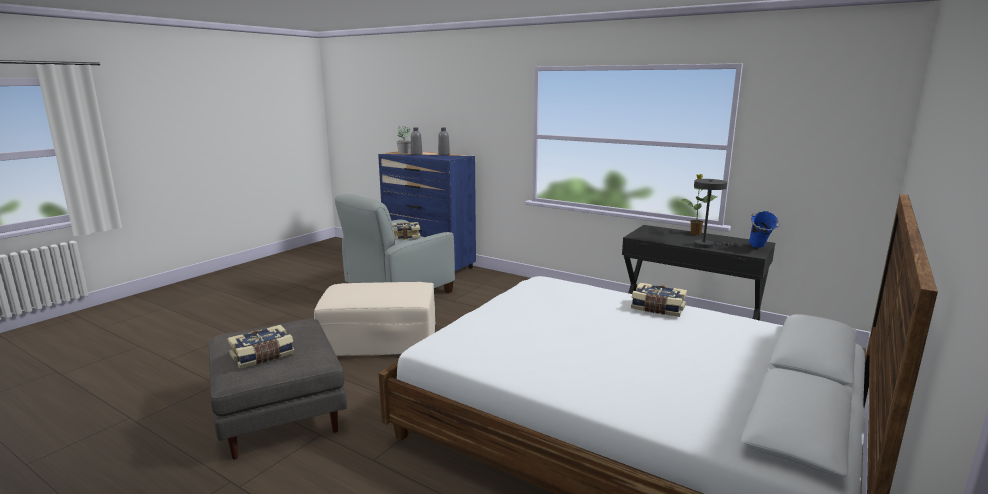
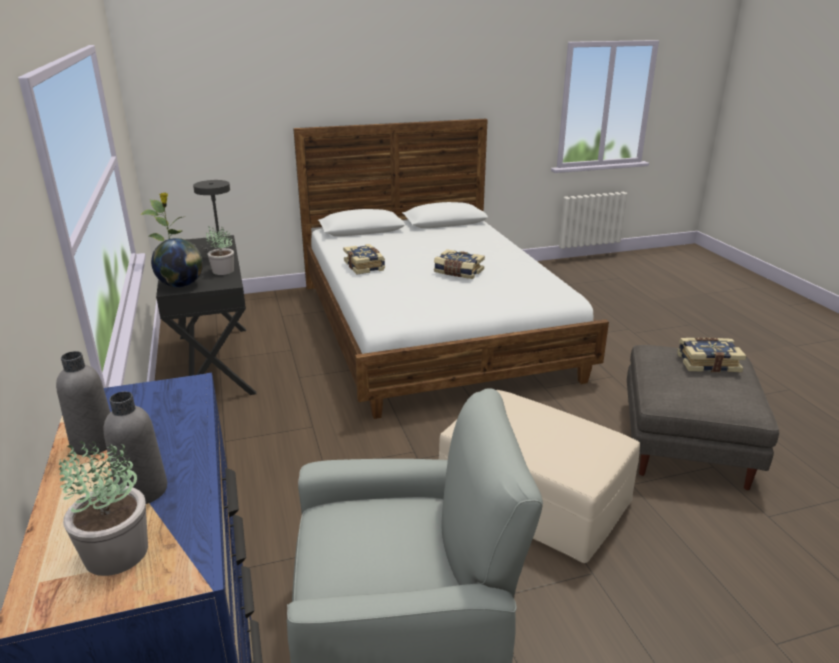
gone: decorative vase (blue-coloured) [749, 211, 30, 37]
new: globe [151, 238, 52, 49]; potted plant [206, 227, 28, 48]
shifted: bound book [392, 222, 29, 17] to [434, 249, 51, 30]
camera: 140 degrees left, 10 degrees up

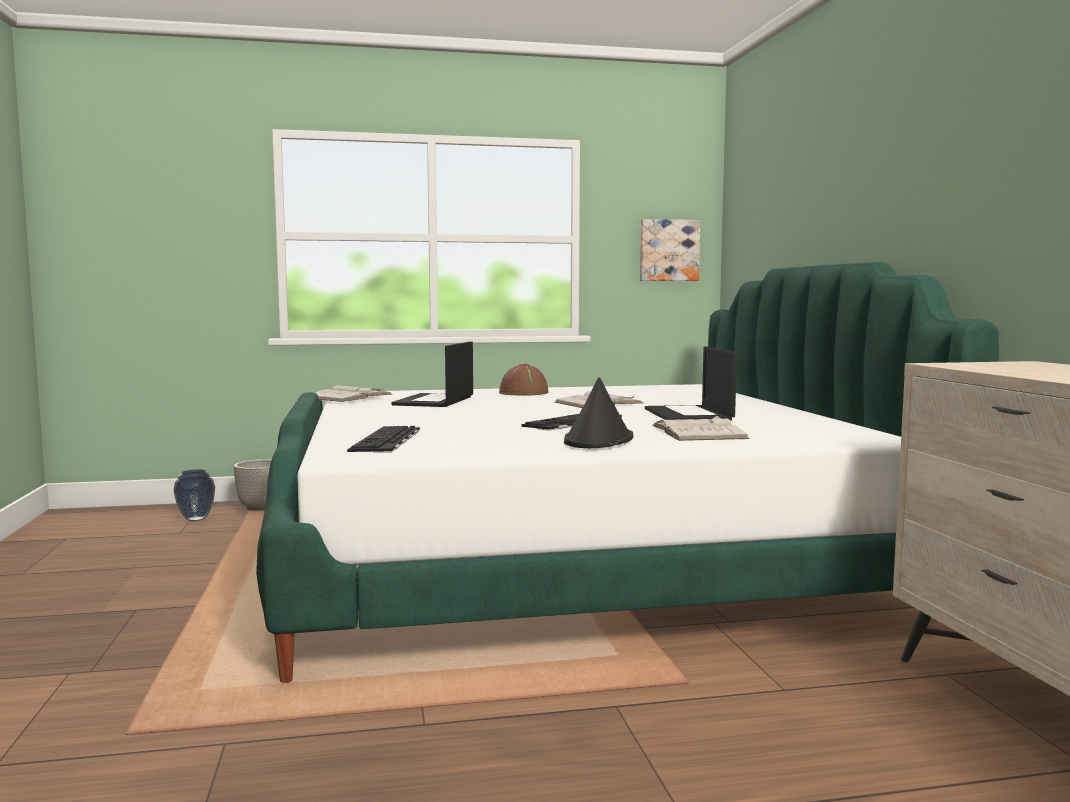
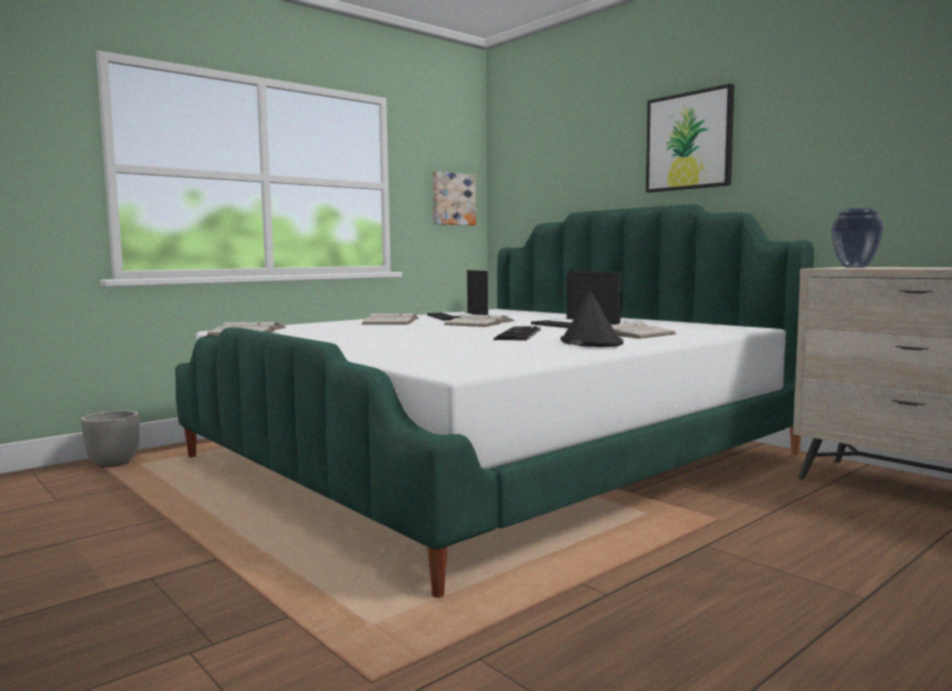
gone: computer keyboard [347, 426, 73, 27]
new: wall art [646, 84, 88, 109]
shifted: decorative vase [173, 469, 42, 52] to [831, 208, 53, 60]; laptop [391, 341, 82, 66] to [427, 270, 61, 50]
swapped: clothing hat (brownish) [499, 364, 50, 32] to bound book (white) [362, 312, 57, 12]
camera: 30 degrees left, 0 degrees up

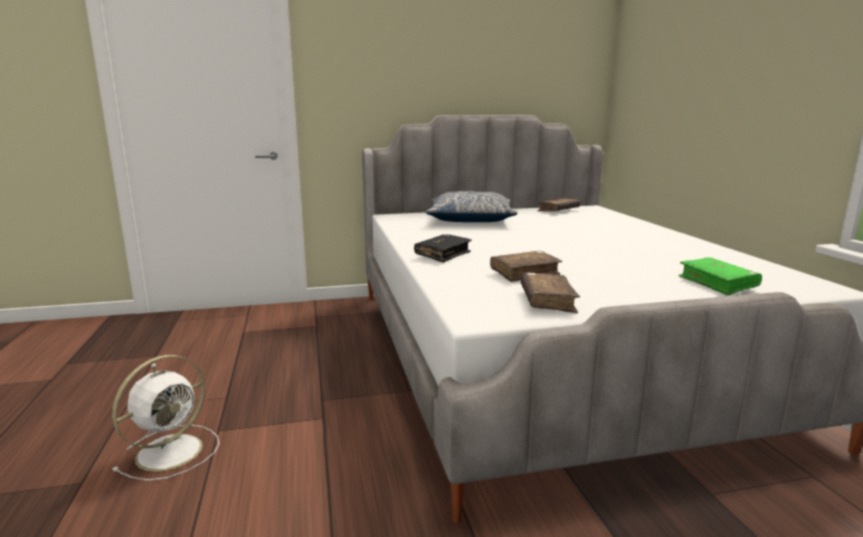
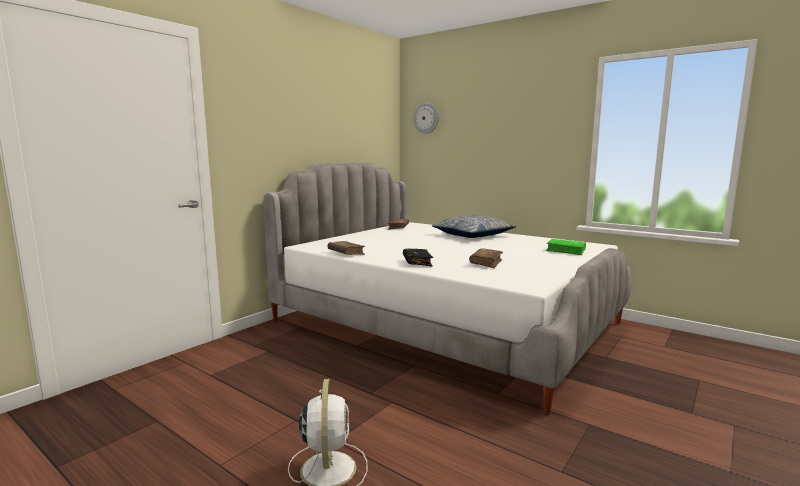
new: hanging clock [413, 103, 26, 31]
shifted: throw pillow [426, 191, 91, 31] to [432, 215, 84, 23]; bound book (brownish) [520, 273, 60, 40] to [328, 241, 37, 14]
camera: 40 degrees left, 5 degrees down

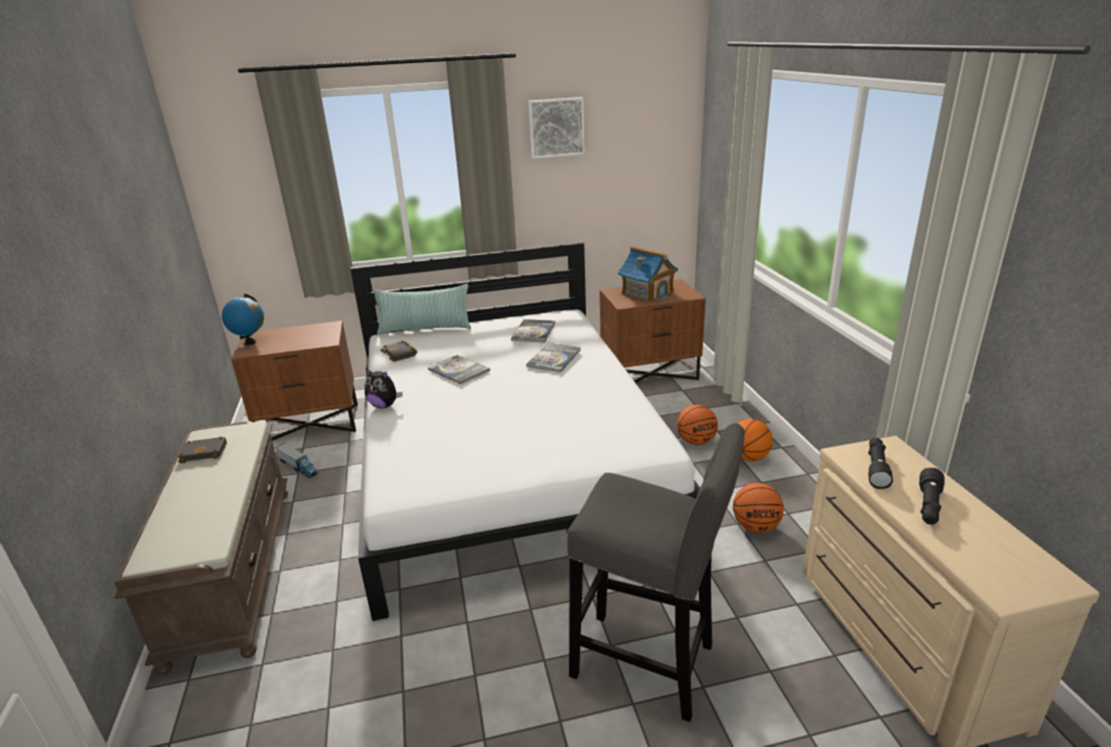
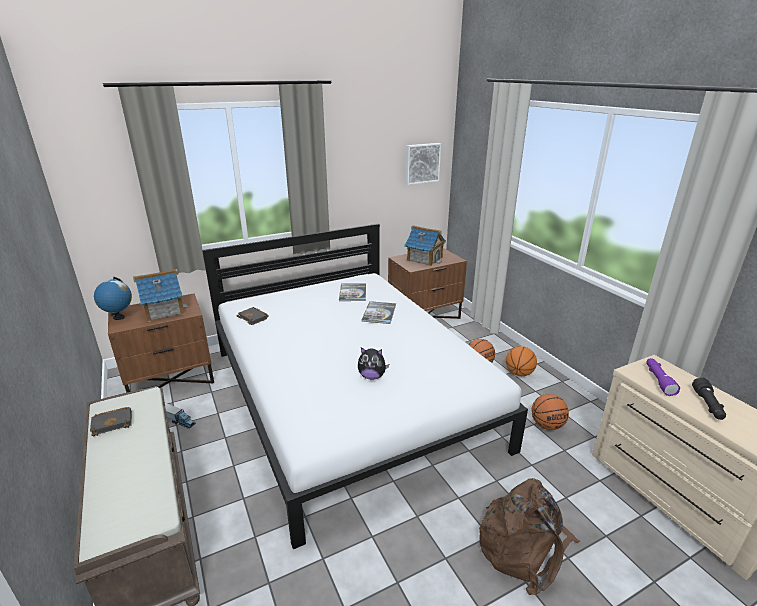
gone: throw pillow [373, 284, 98, 51]; bound book [428, 355, 62, 29]
new: toy house [133, 269, 55, 53]
shifted: soft toy [365, 369, 38, 39] to [358, 347, 31, 33]; wall art [528, 97, 57, 62] to [405, 143, 36, 42]
swapped: stool seat (greyish) [567, 423, 177, 299] to rucksack (brownish) [479, 478, 101, 117]
repainted: flashlight (black) [868, 438, 25, 51] to flashlight (purple) [646, 358, 34, 38]
camera: 15 degrees left, 0 degrees up

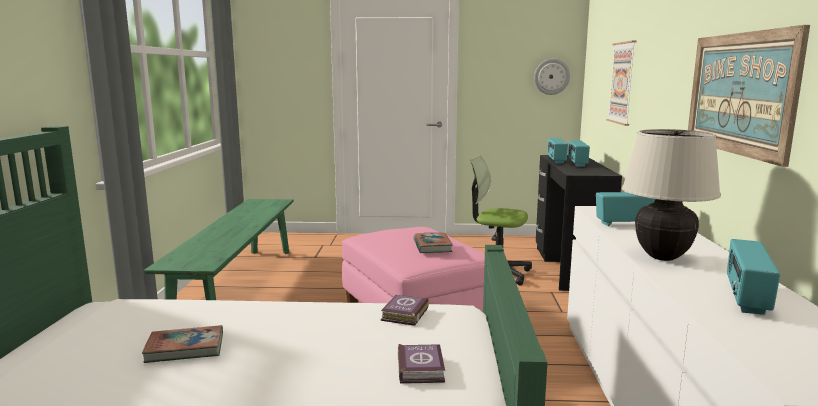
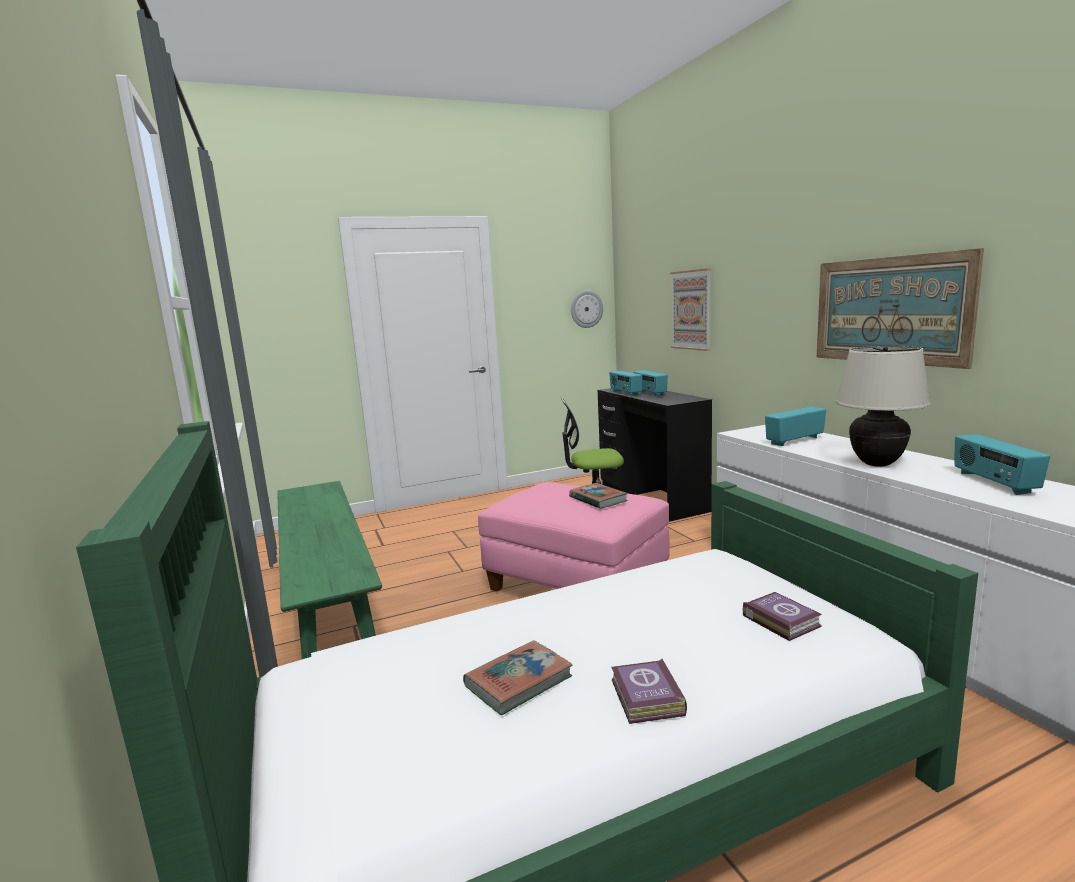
shifted: bound book [381, 295, 48, 31] to [611, 659, 76, 65]
camera: 25 degrees left, 0 degrees up

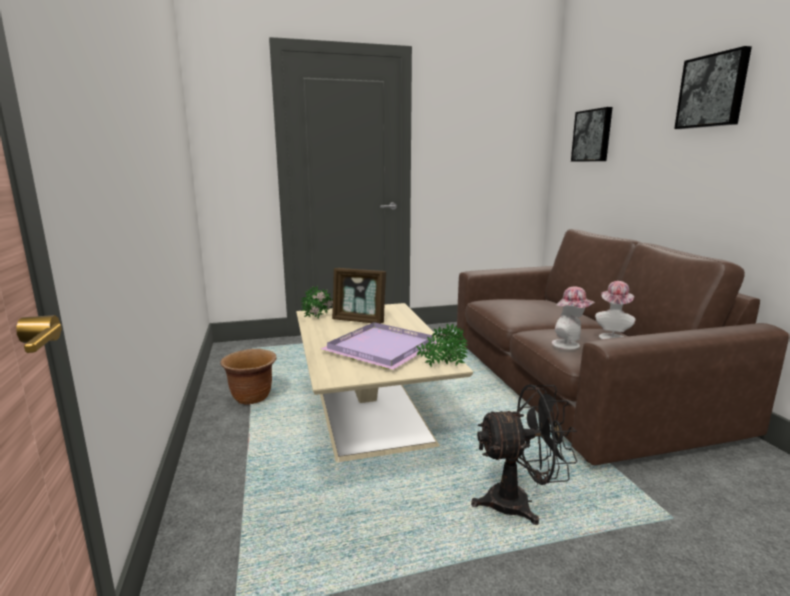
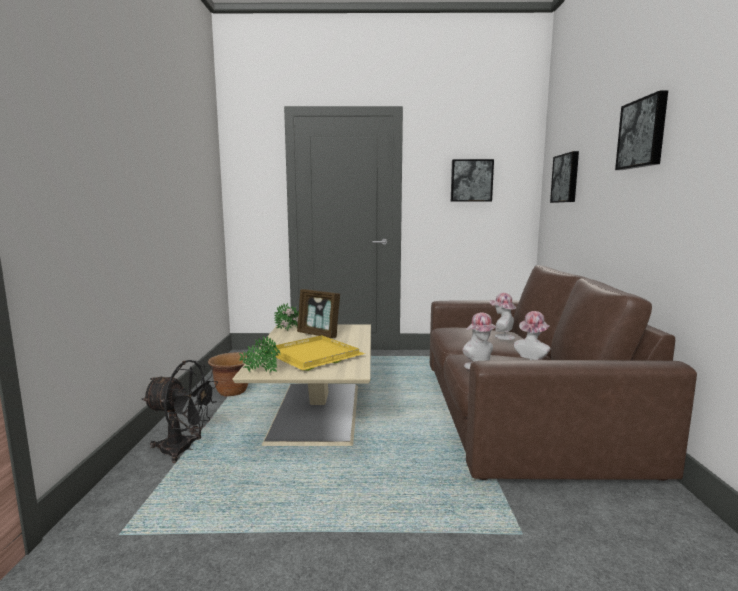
new: wall art [451, 159, 43, 43]; clothing hat [489, 293, 27, 47]
shifted: potted plant [416, 324, 52, 43] to [239, 336, 41, 37]; cooling fan (black) [471, 384, 107, 141] to [142, 360, 76, 103]
repainted: serving tray (purple) [320, 322, 117, 48] to serving tray (yellowish) [272, 335, 93, 36]
camera: 15 degrees right, 5 degrees down

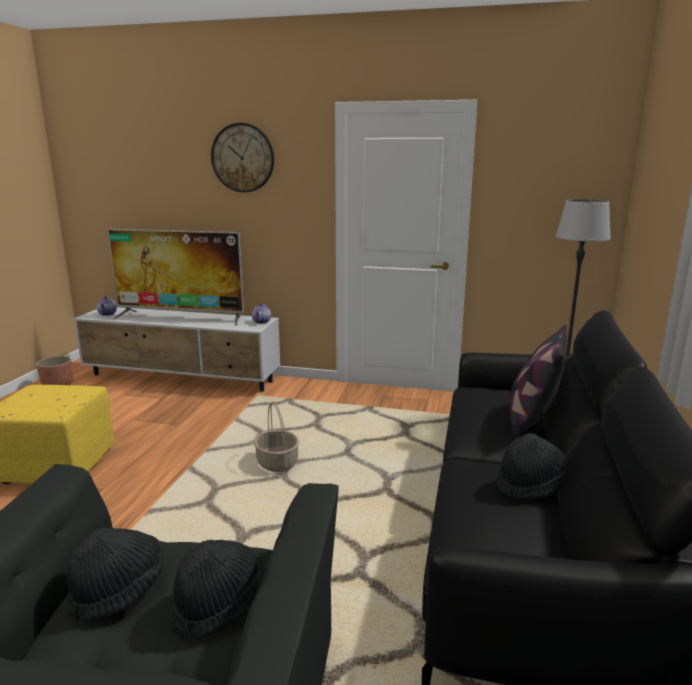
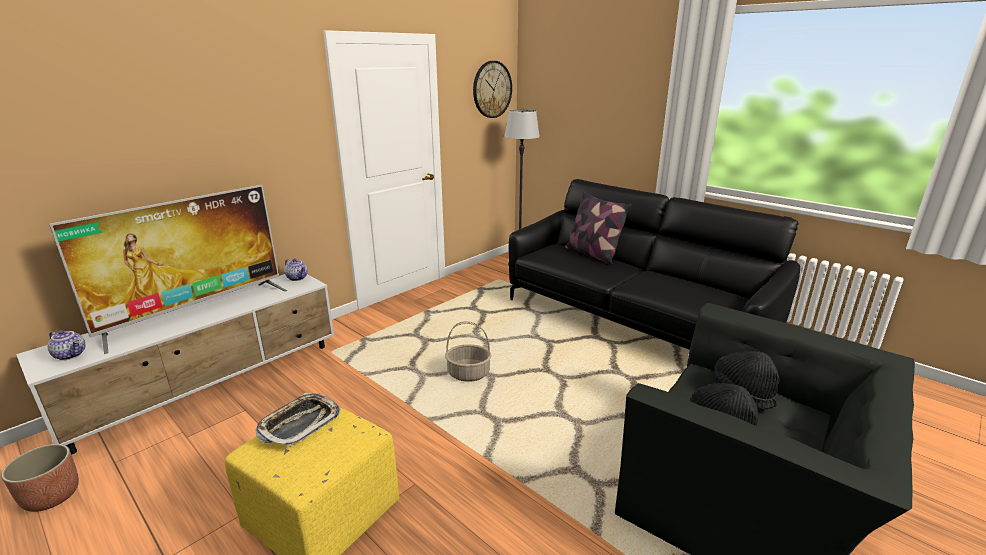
gone: clothing hat (black) [497, 433, 71, 67]
new: serving tray [255, 393, 86, 54]
shifted: hanging clock [211, 123, 63, 70] to [473, 61, 39, 57]
camera: 60 degrees left, 5 degrees up

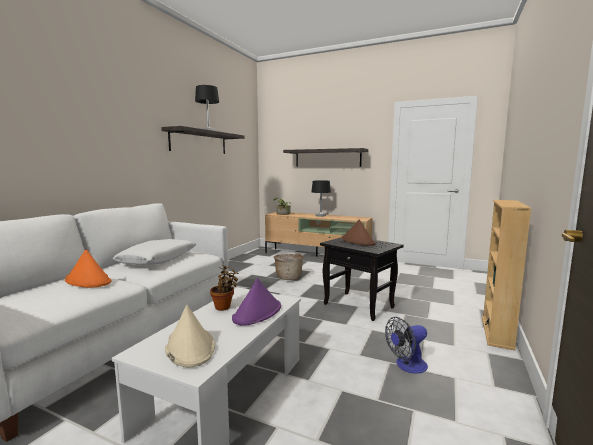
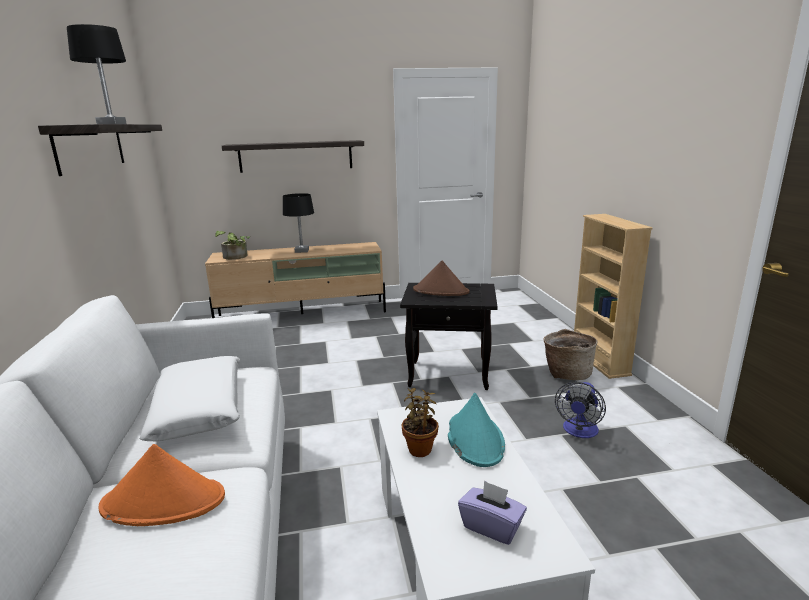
shifted: storage basket [274, 254, 30, 26] to [544, 329, 54, 51]
swapped: clothing hat (beige-coloured) [165, 305, 50, 63] to tissue box (purple) [458, 480, 69, 65]
repainted: clothing hat (purple) [232, 278, 49, 47] to clothing hat (blue-green) [448, 393, 57, 74]
camera: 35 degrees left, 10 degrees up

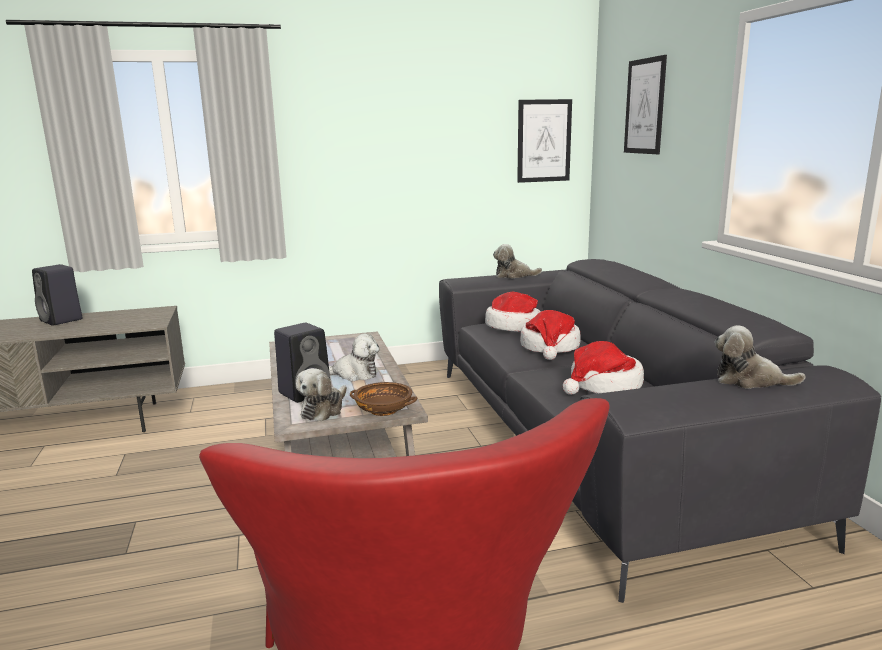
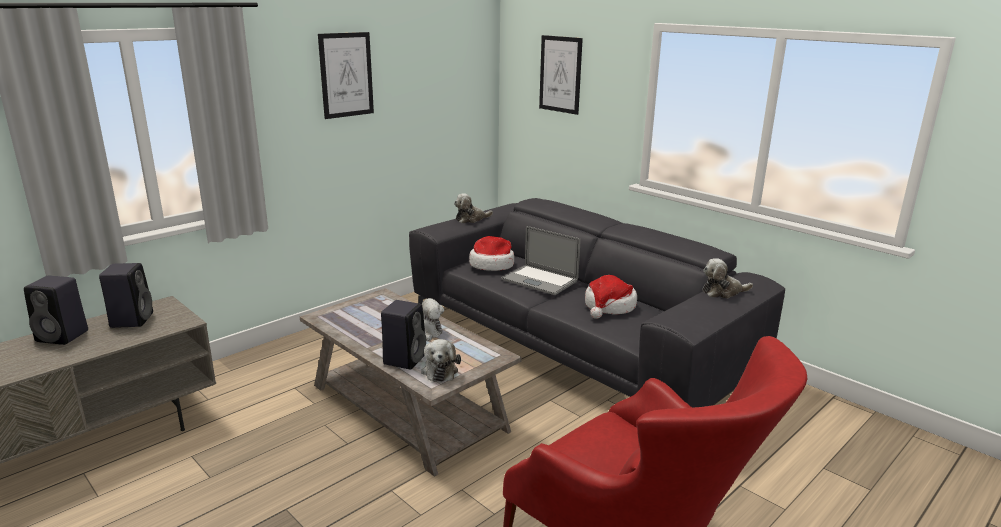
gone: deep dish (brownish) [350, 382, 67, 34]
new: speaker (black) [99, 263, 54, 65]
shifted: wall art [517, 99, 55, 84] to [318, 32, 56, 87]
swapped: clothing hat [520, 310, 61, 50] to laptop [501, 226, 80, 69]
camera: 30 degrees left, 5 degrees up

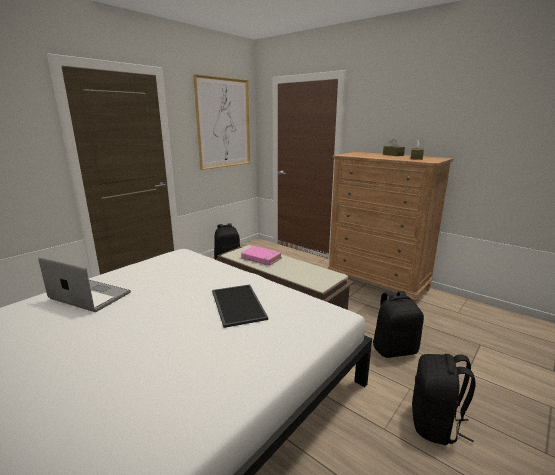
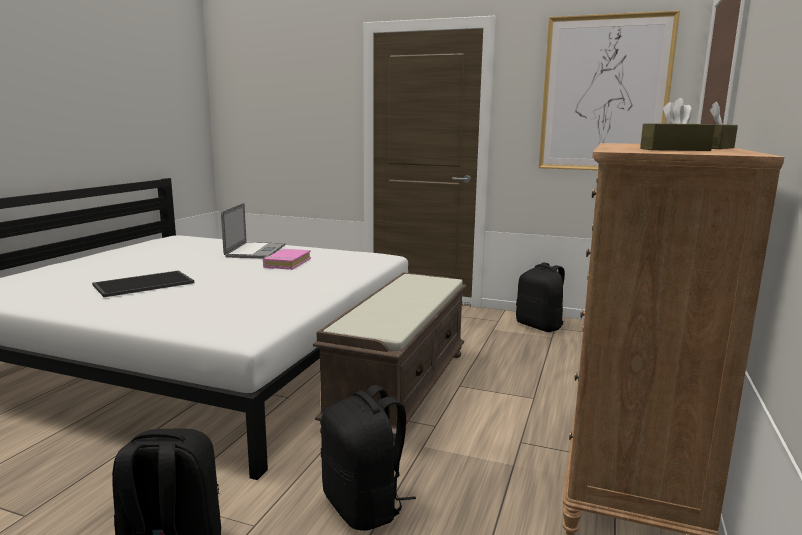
shifted: serving tray [212, 284, 56, 44] to [92, 270, 102, 27]; bound book (pink-coloured) [241, 246, 41, 20] to [263, 249, 48, 21]
camera: 70 degrees right, 5 degrees down

